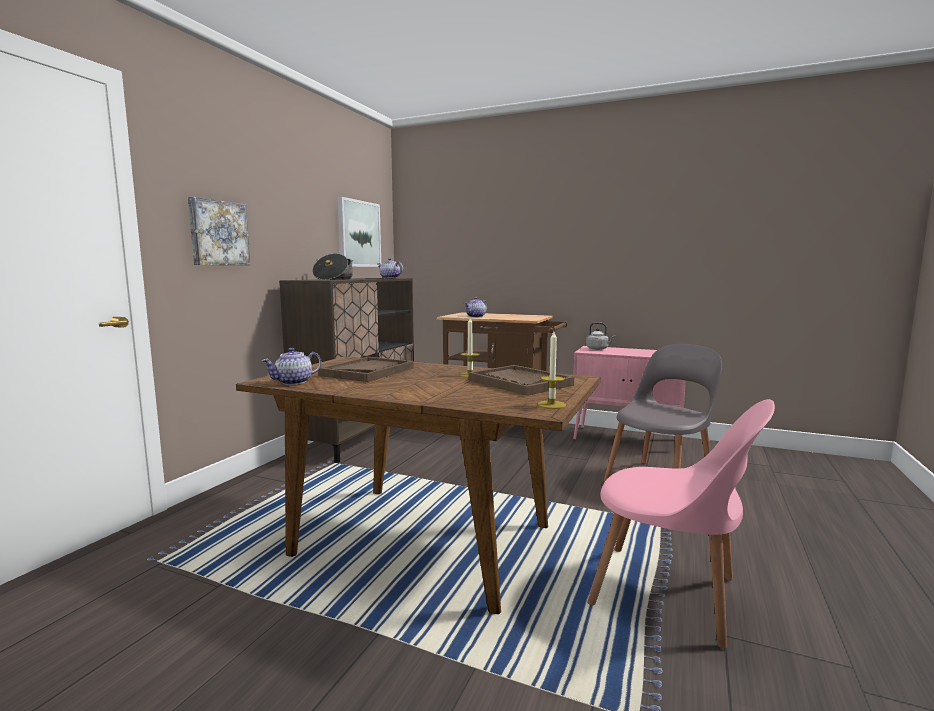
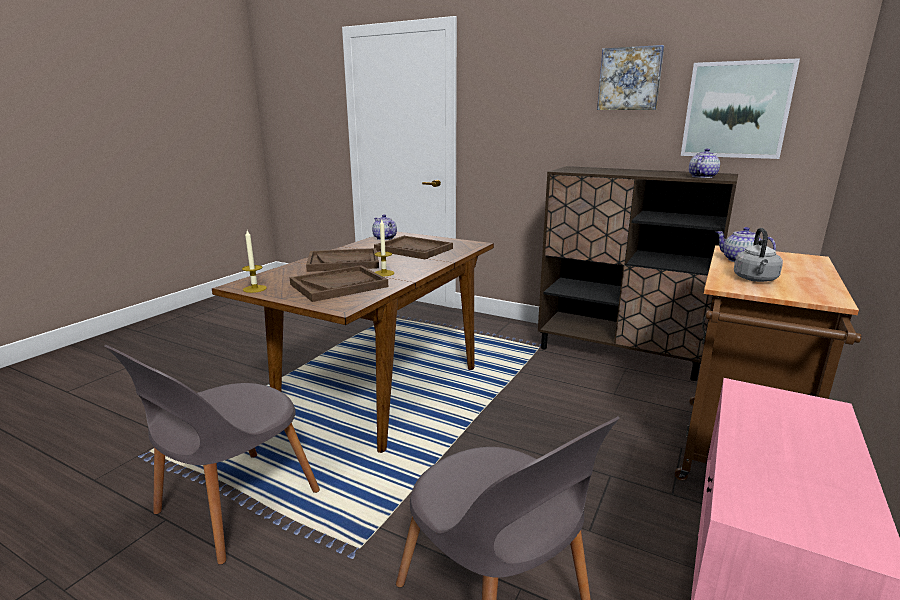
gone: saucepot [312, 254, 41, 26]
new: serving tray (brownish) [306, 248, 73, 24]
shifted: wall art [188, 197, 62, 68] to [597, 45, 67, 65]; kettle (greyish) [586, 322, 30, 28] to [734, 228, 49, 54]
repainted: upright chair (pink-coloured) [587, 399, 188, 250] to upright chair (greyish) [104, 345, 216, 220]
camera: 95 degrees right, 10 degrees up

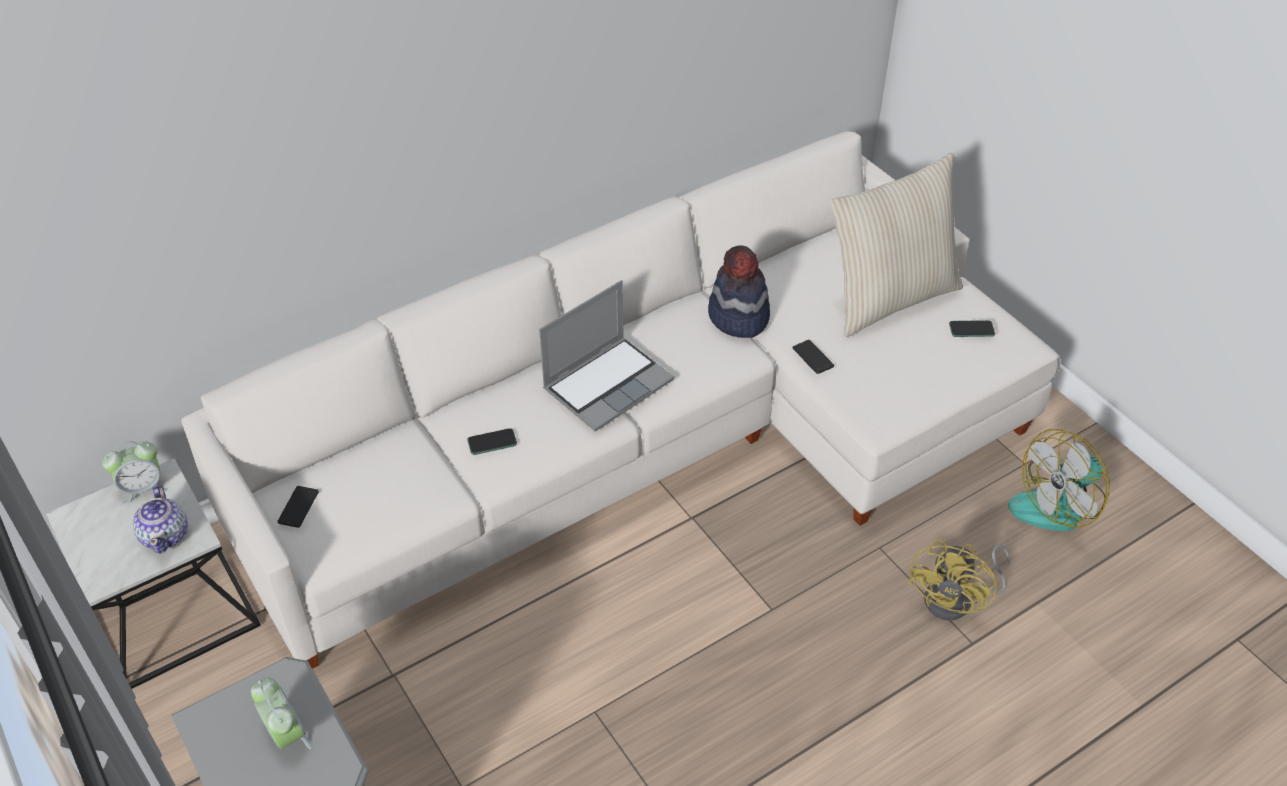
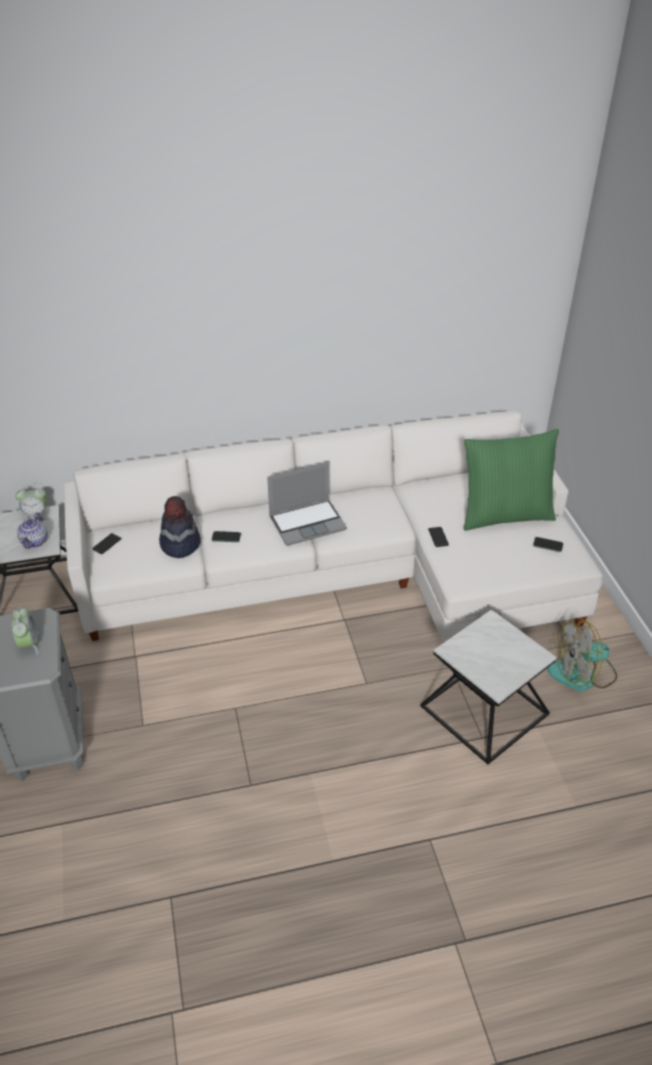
shifted: clothing hat [708, 245, 62, 93] to [159, 496, 42, 62]
swapped: cooling fan (yellowish) [908, 539, 102, 82] to accent table [420, 610, 137, 154]
repainted: throw pillow (beige-coloured) [830, 152, 133, 185] to throw pillow (green) [464, 429, 95, 102]
camera: 20 degrees right, 5 degrees down

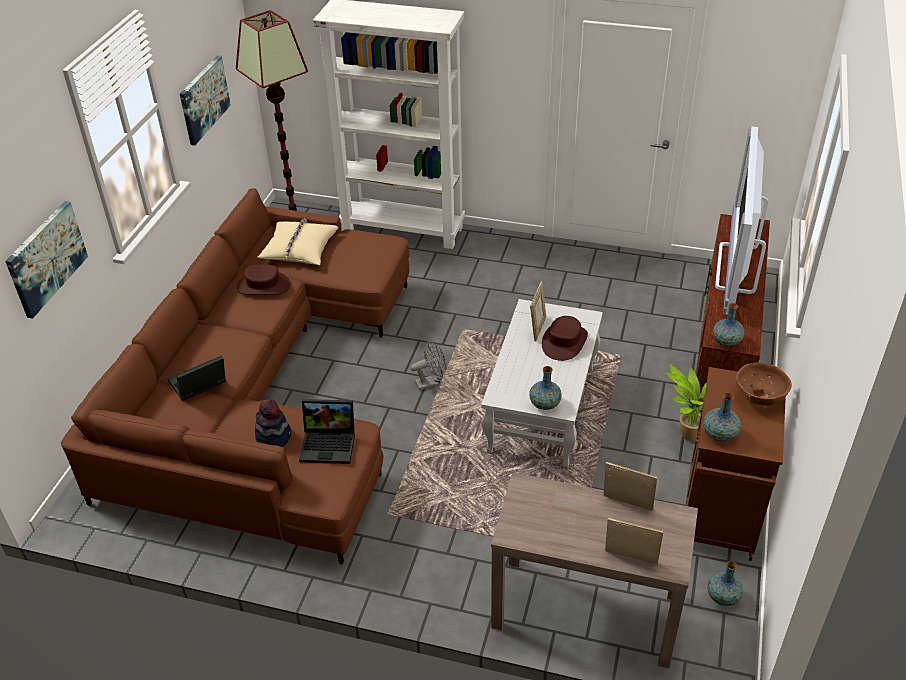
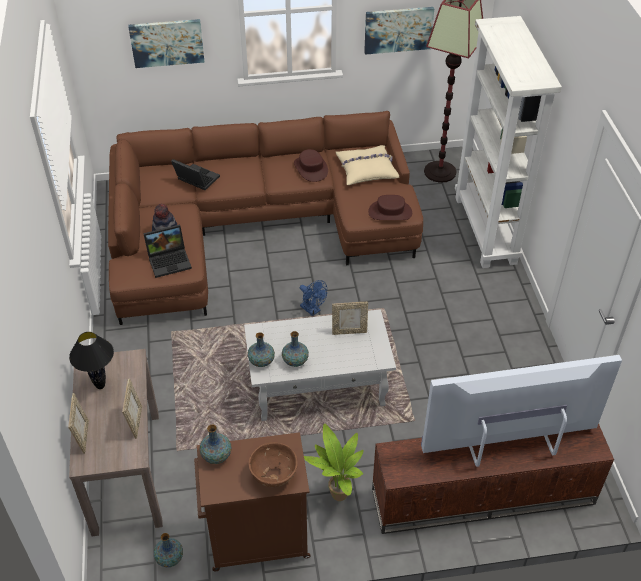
new: lamp for a table (black) [69, 332, 45, 57]
shifted: clothing hat (brownish) [542, 316, 46, 45] to [368, 195, 44, 25]; decorative vase [713, 303, 32, 44] to [282, 331, 27, 36]
repainted: cooling fan (greyish) [411, 341, 35, 49] to cooling fan (blue-coloured) [300, 280, 27, 36]
rotated: laptop [299, 399, 56, 65] = [143, 225, 49, 53] 90 degrees counterclockwise
camera: 65 degrees right, 5 degrees up

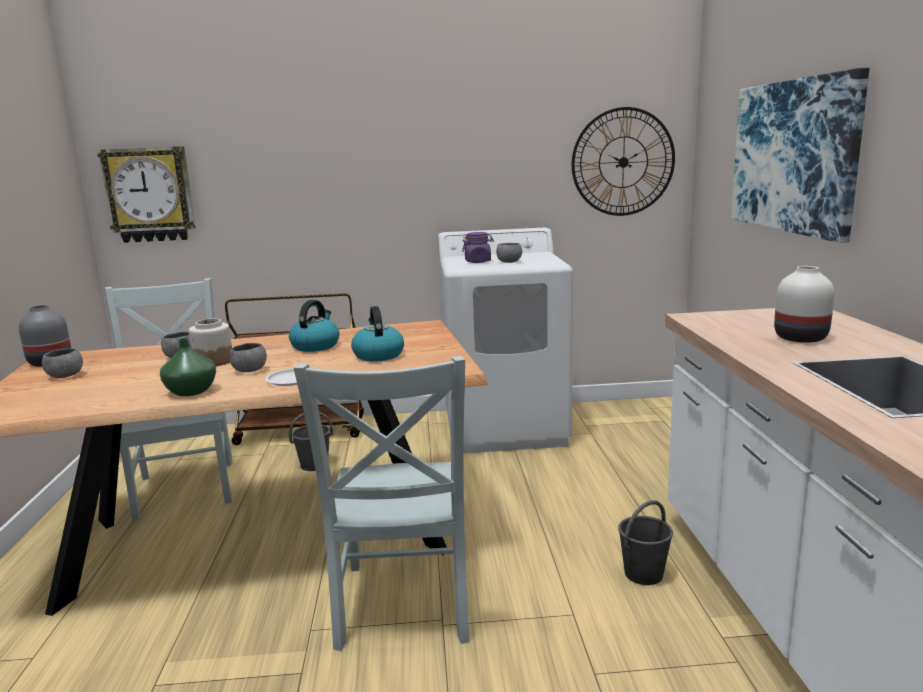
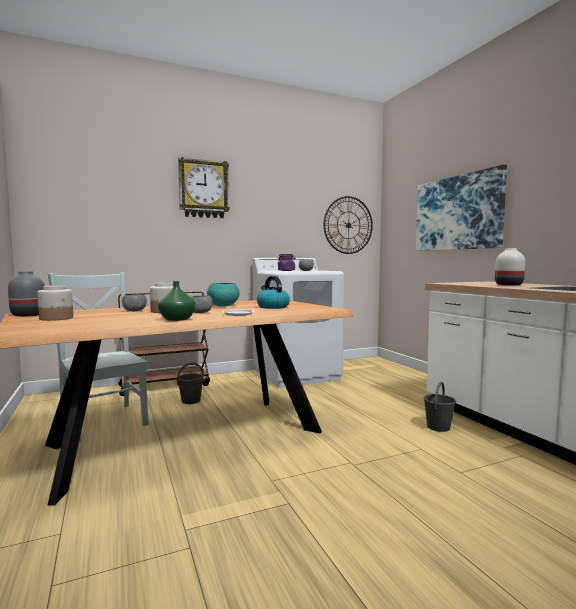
gone: upright chair (greyish) [294, 356, 175, 295]
shifted: hanging clock [97, 146, 99, 97] to [178, 157, 52, 61]
swapped: deep dish (greyish) [42, 348, 41, 30] to jar [37, 285, 36, 36]; kettle [289, 300, 50, 52] to deep dish (blue-green) [207, 283, 32, 24]
camera: 20 degrees left, 10 degrees down

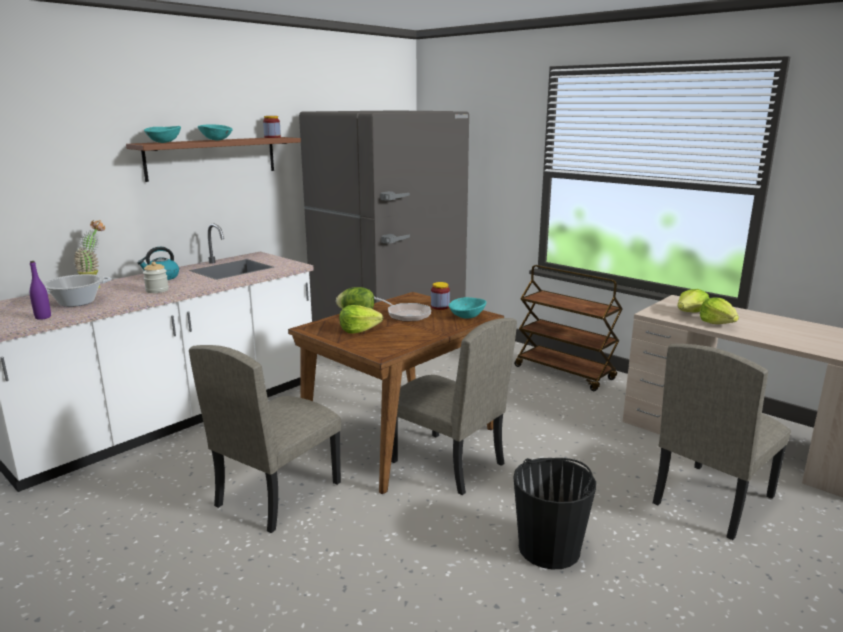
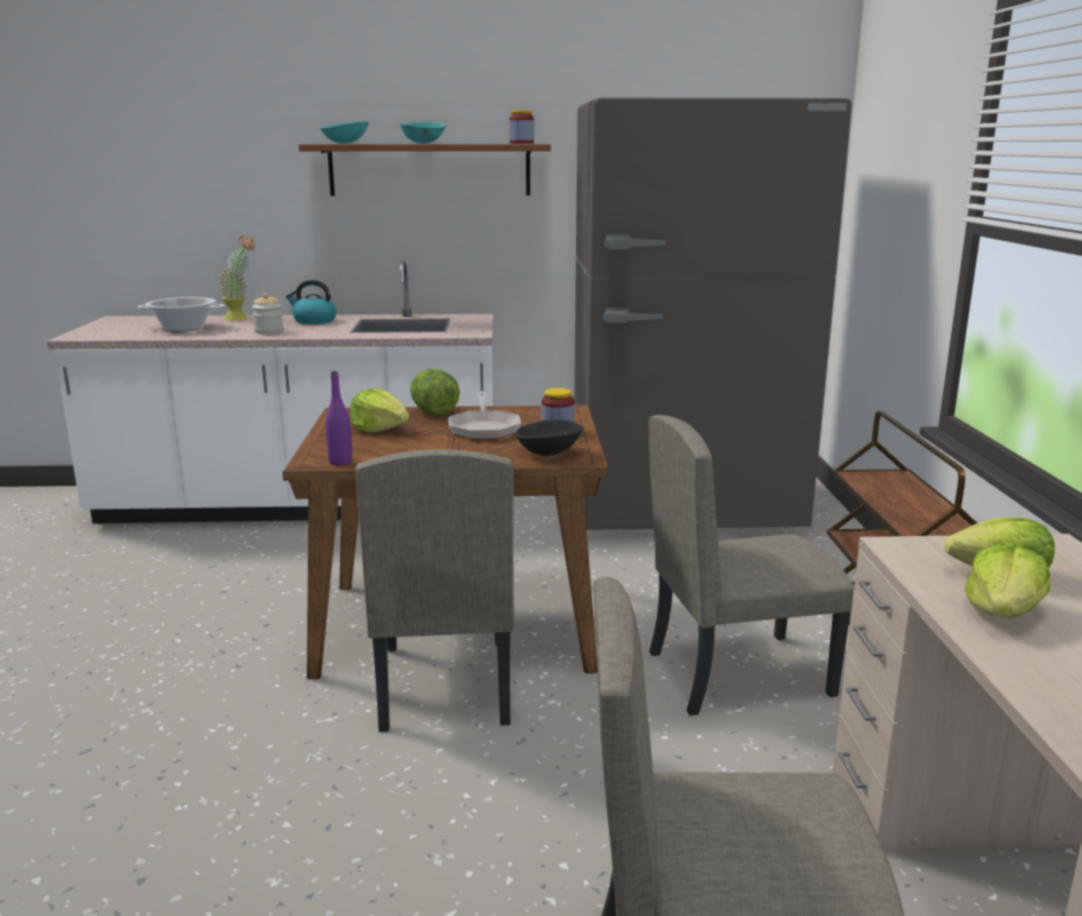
gone: pail (black) [513, 458, 83, 112]
shifted: beverage bottle (purple) [30, 261, 21, 59] to [325, 371, 27, 95]; upright chair (beige-coloured) [189, 345, 152, 188] to [649, 415, 205, 301]
repainted: deep dish (blue-green) [449, 297, 37, 22] to deep dish (black) [515, 419, 68, 37]
camera: 45 degrees right, 0 degrees up

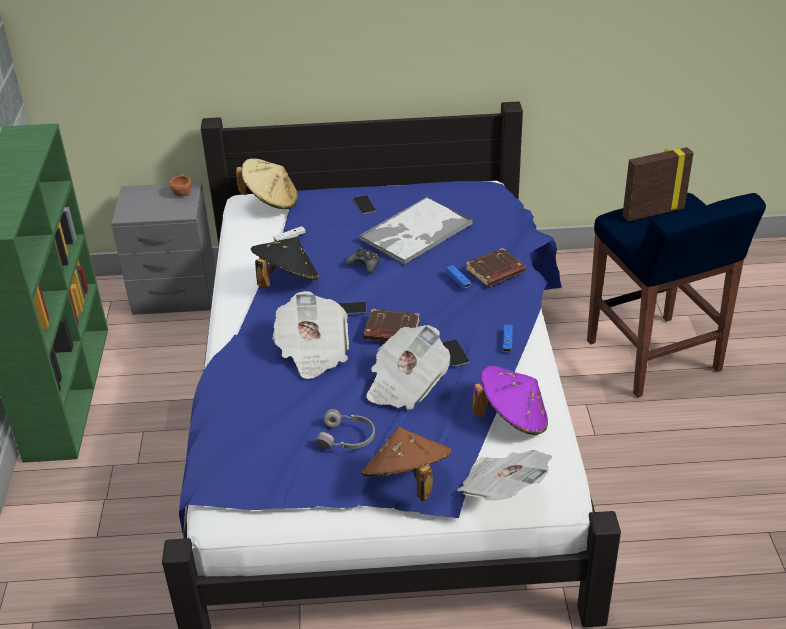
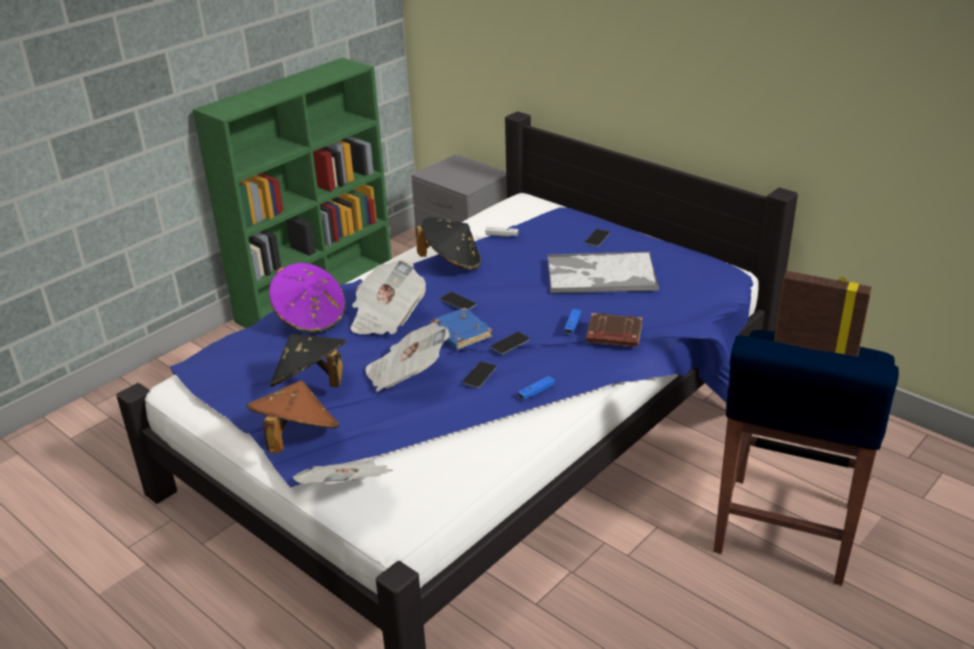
gone: cup (brownish) [169, 174, 23, 23]; clothing hat (beige-coloured) [236, 158, 62, 51]; gamepad (black) [346, 247, 34, 26]
new: phone [491, 332, 39, 22]
shifted: clothing hat (purple) [472, 366, 76, 69] to [269, 263, 76, 70]
swapped: headphones (greyish) [316, 409, 59, 40] to clothing hat (black) [270, 334, 76, 53]
repainted: bound book (brownish) [363, 309, 57, 33] to bound book (blue-coloured) [430, 308, 62, 42]
camera: 45 degrees right, 5 degrees down

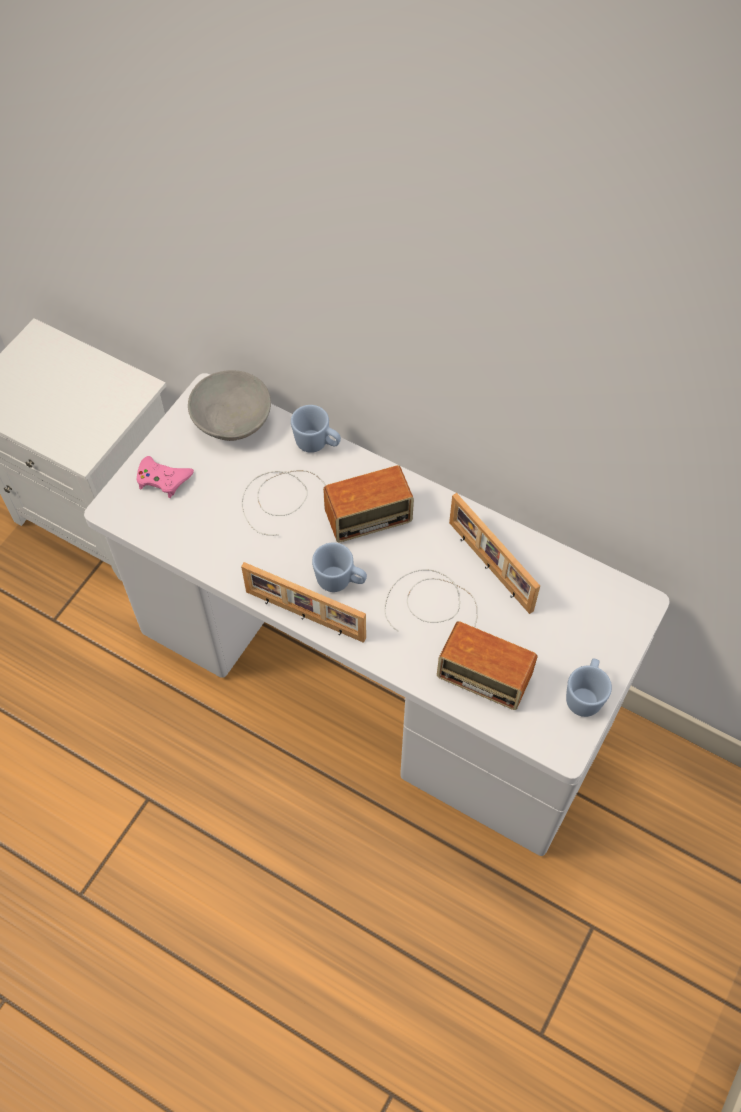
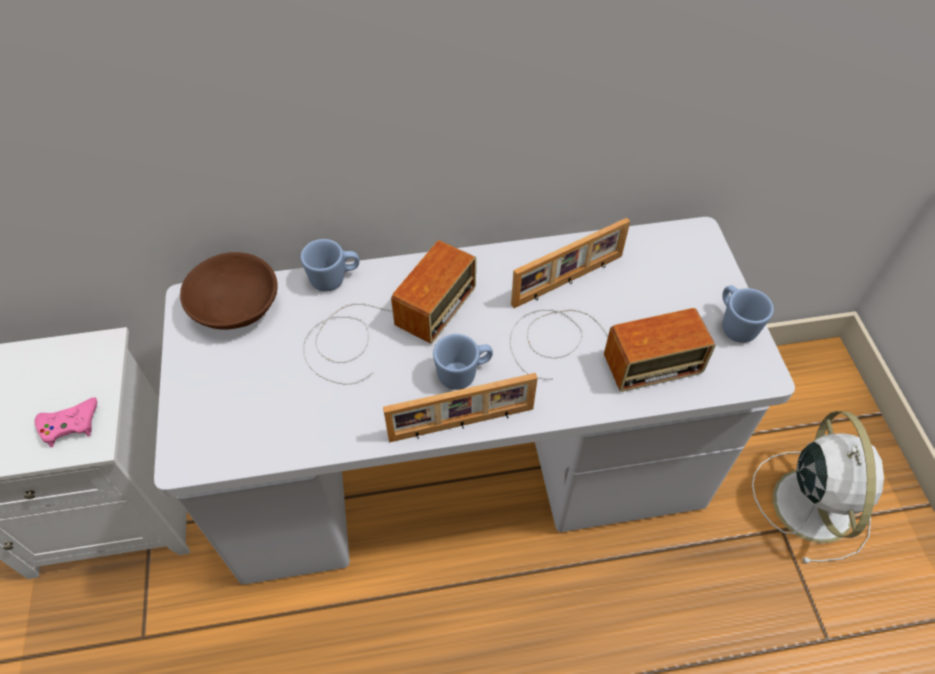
new: cooling fan (white) [752, 411, 132, 152]
shifted: gamepad (pink-coloured) [137, 456, 57, 42] to [35, 397, 62, 50]
repainted: deep dish (greyish) [188, 370, 83, 71] to deep dish (brownish) [180, 252, 98, 78]
rotated: picture frame [449, 493, 91, 121] = [511, 218, 119, 90] 45 degrees counterclockwise
camera: 40 degrees left, 5 degrees down

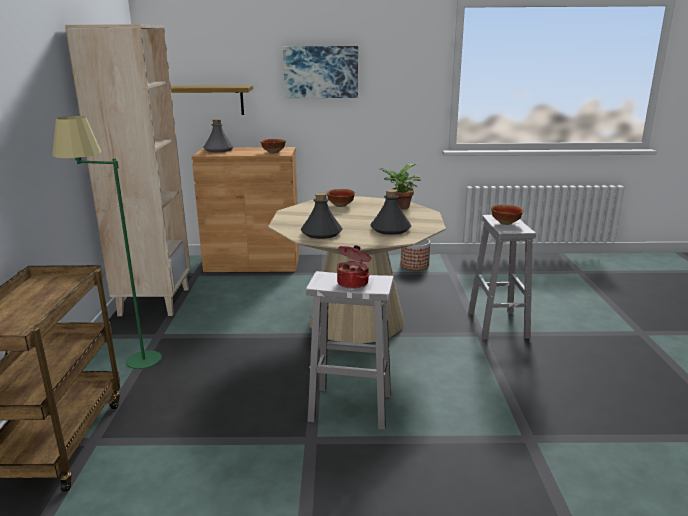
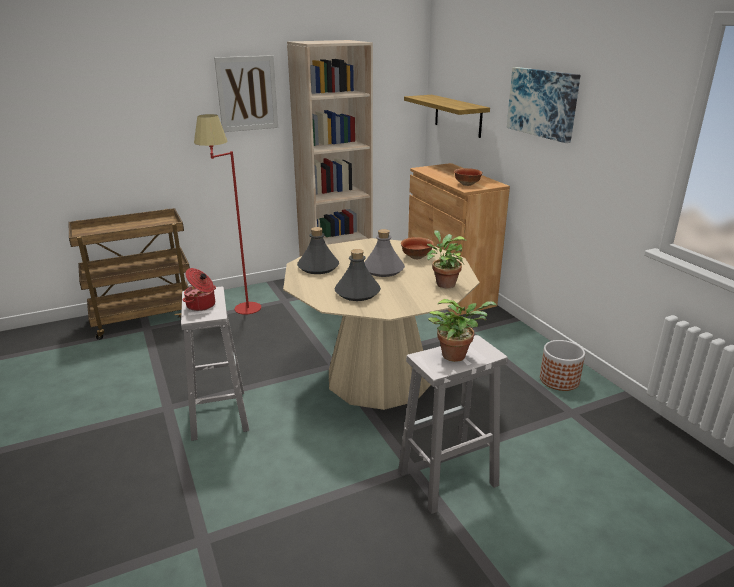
new: wall art [214, 55, 64, 77]
shifted: beverage bottle (greyish) [203, 119, 31, 33] to [364, 229, 41, 48]
swapped: deep dish [491, 205, 33, 20] to potted plant [428, 299, 69, 63]
repainted: standing lamp (green) [52, 116, 110, 253] to standing lamp (red-coloured) [194, 114, 67, 200]
camera: 65 degrees right, 5 degrees up

